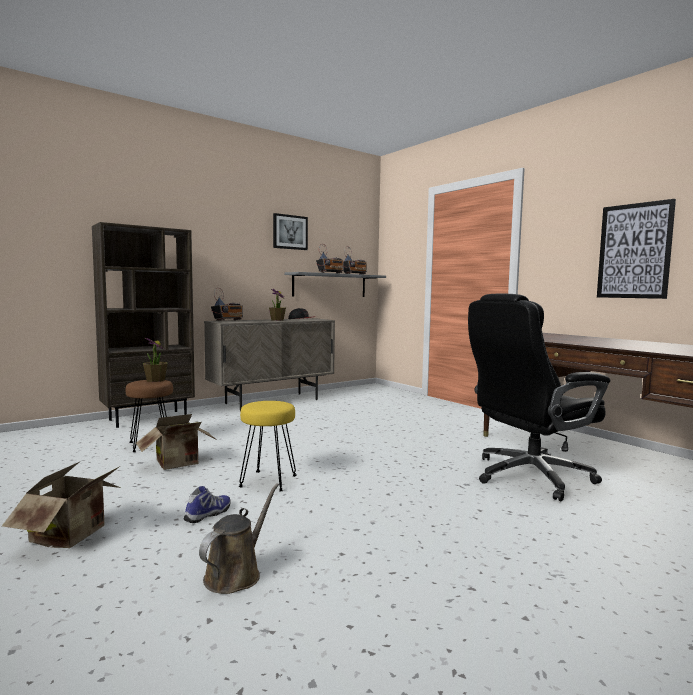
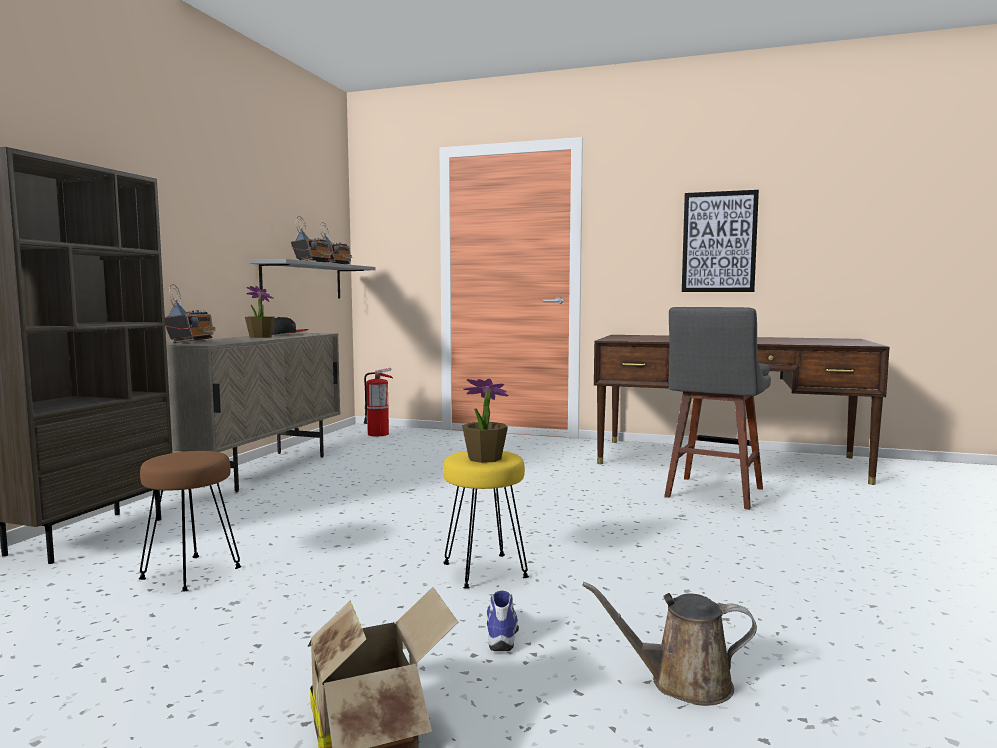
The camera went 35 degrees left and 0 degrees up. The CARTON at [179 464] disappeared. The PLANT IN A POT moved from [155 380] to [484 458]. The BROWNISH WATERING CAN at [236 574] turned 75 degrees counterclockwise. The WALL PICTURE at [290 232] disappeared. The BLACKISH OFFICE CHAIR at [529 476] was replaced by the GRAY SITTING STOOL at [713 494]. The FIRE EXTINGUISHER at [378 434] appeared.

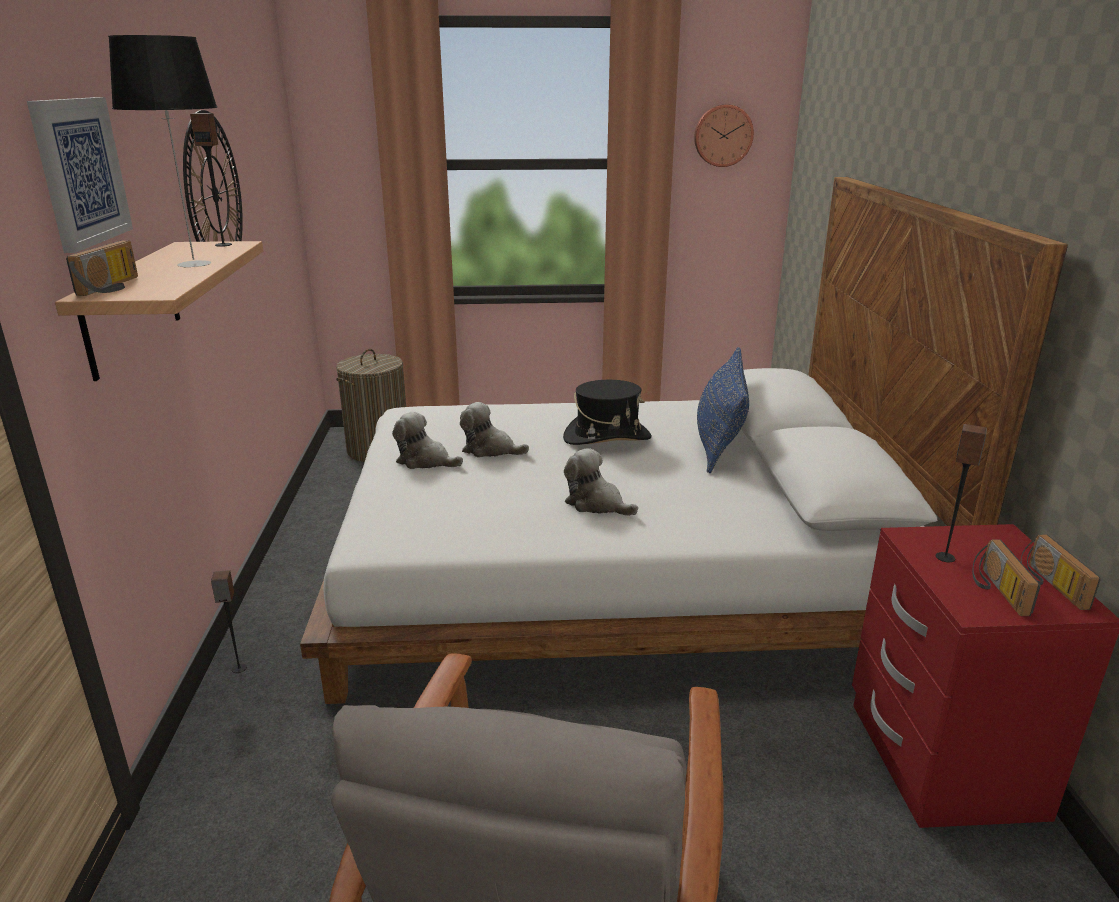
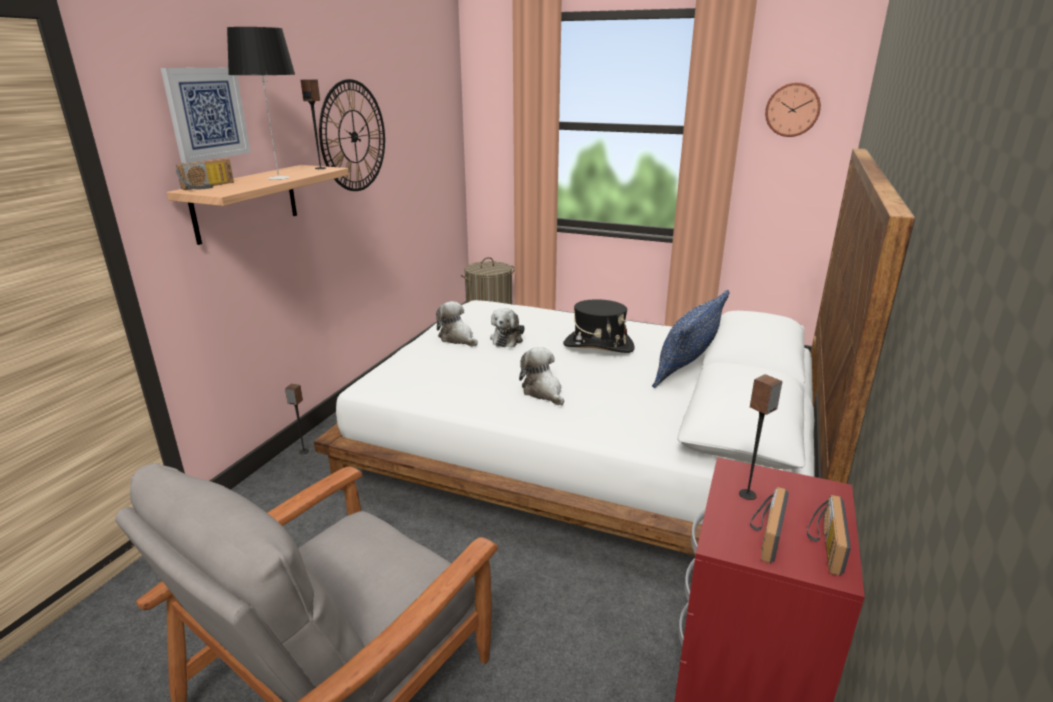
The camera went 25 degrees right and 0 degrees up. The SOFT TOY at [490 449] turned 120 degrees counterclockwise.

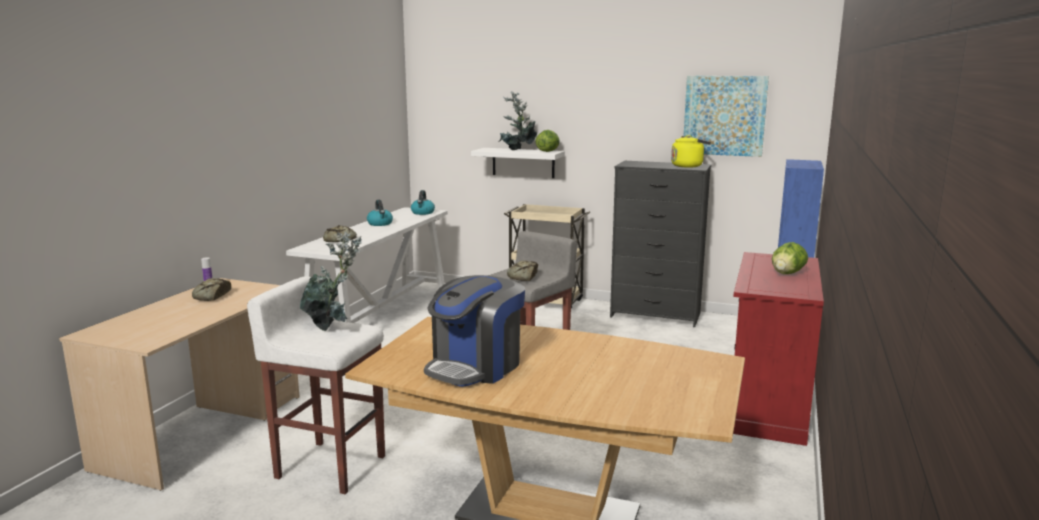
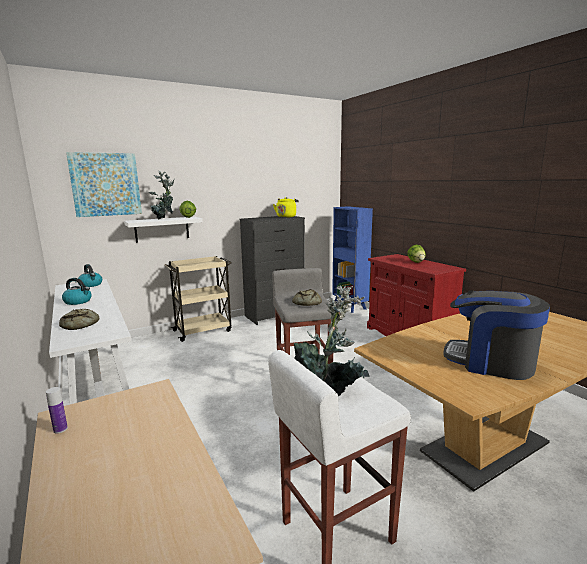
The camera went 50 degrees left and 0 degrees up. The BREAD at [211 296] disappeared. The COFFEE BREWER at [475 367] turned 135 degrees clockwise. The WALL PICTURE moved from [724 115] to [105 184].

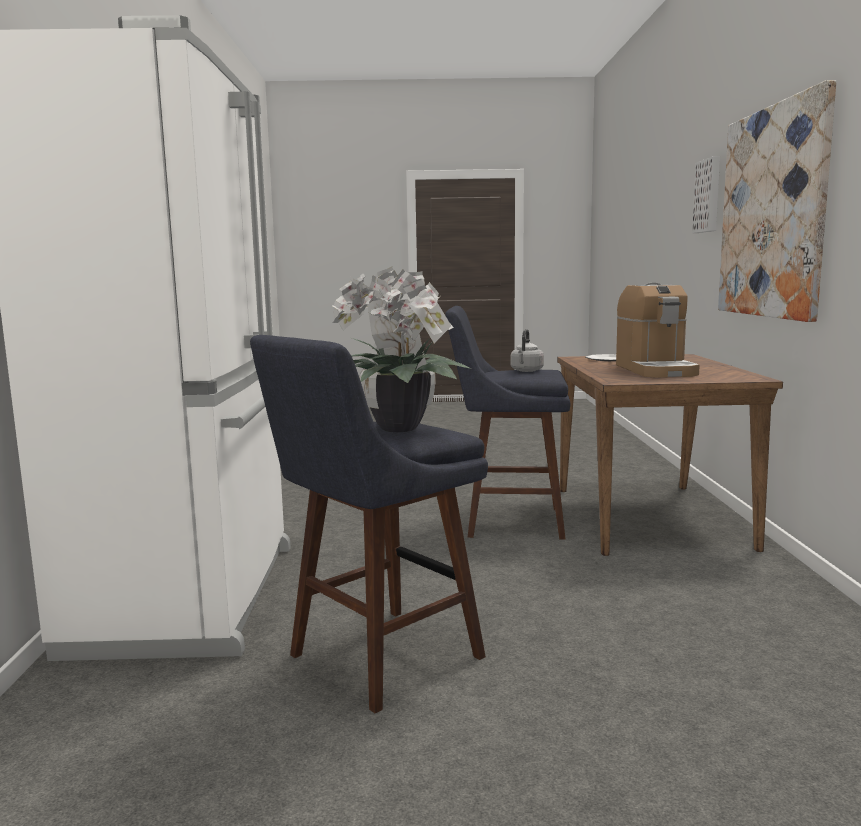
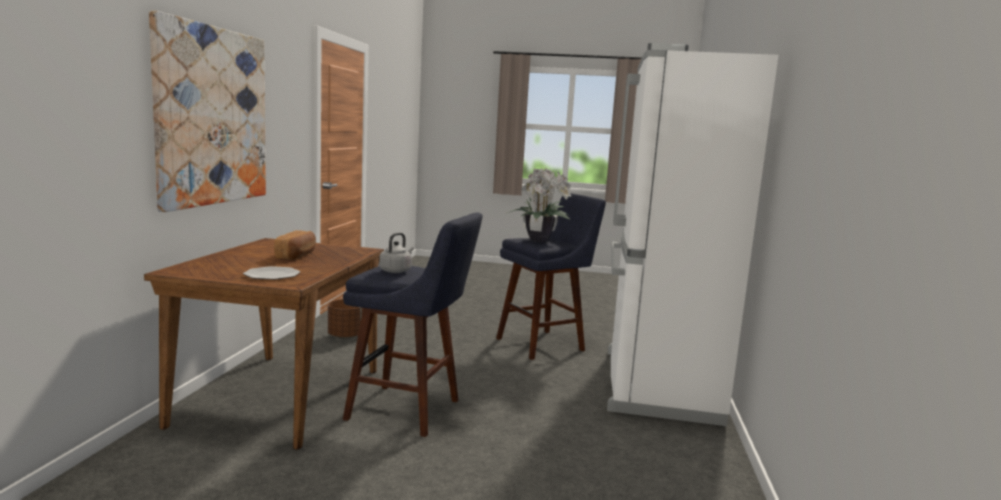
The camera went 170 degrees left and 0 degrees up. The COFFEE BREWER at [655 370] was replaced by the BREAD at [297 255]. The WALL PICTURE at [709 196] disappeared. The BROWNISH PLANT POT at [346 336] appeared.

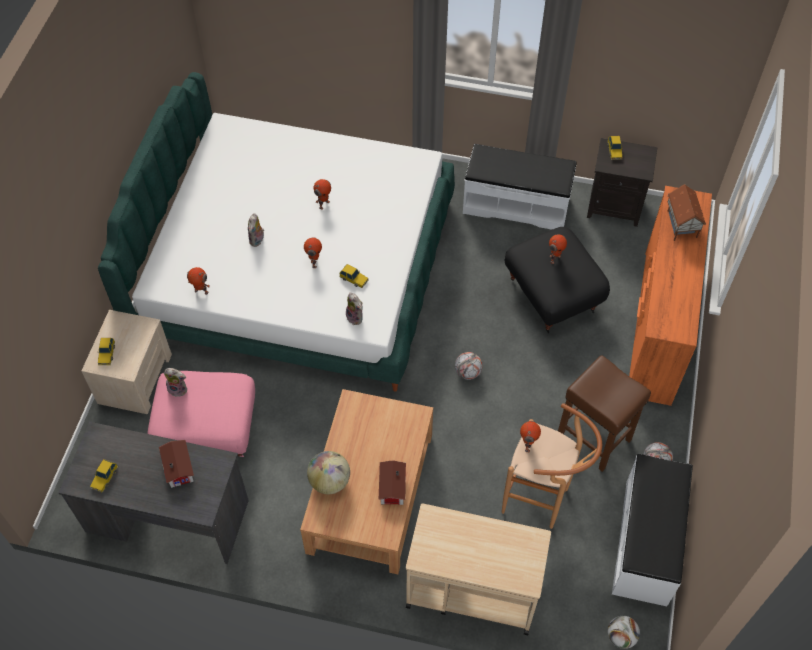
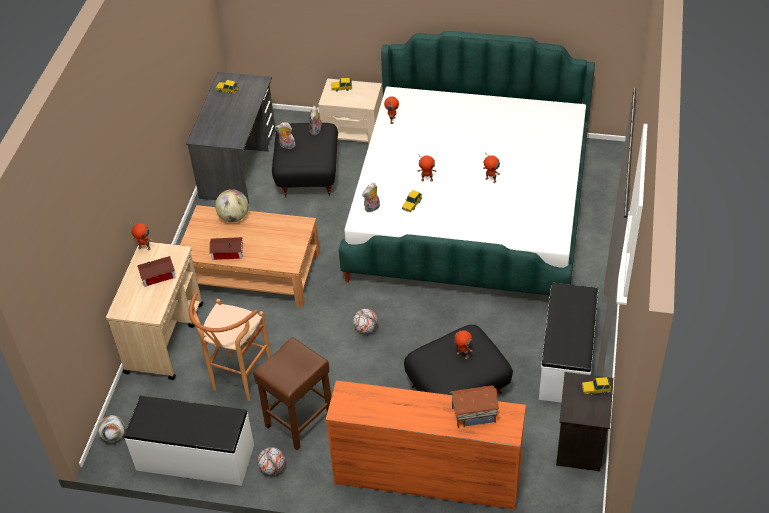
The camera went 90 degrees right and 10 degrees down. The PINK-COLOURED FOOTREST at [207 431] became the BLACKISH FOOTREST at [307 175]. The TOY HOUSE moved from [179 466] to [159 276]. The SOFT TOY moved from [257 240] to [286 146]. The MODEL ROBOT moved from [527 445] to [144 247].

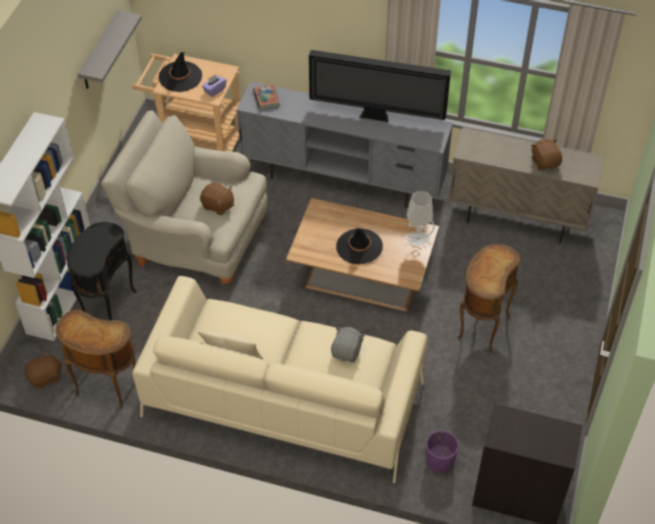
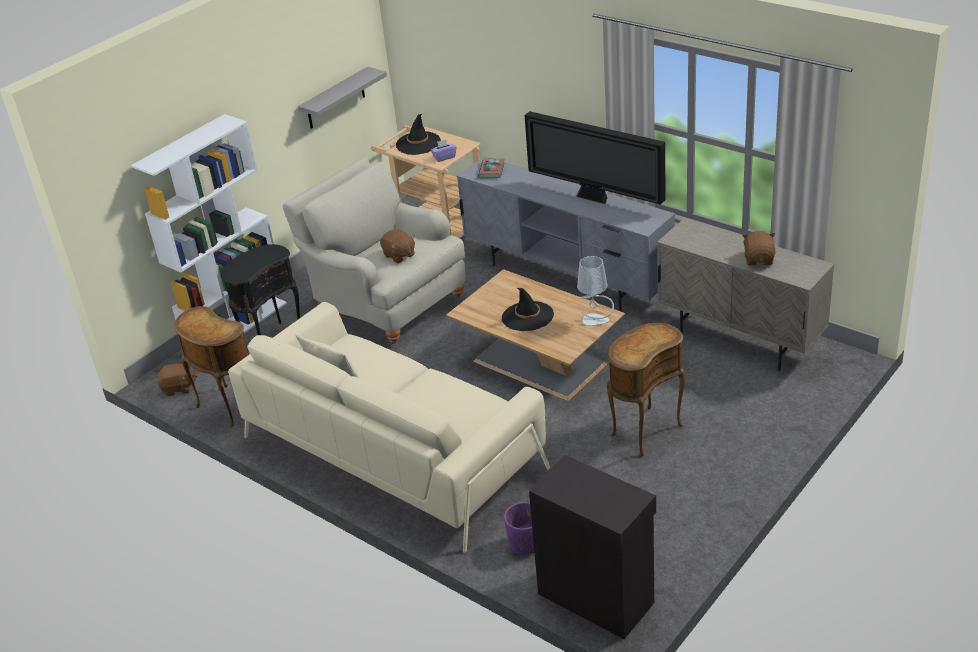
The camera went 25 degrees right and 15 degrees down. The GRAY SOFT TOY at [347 351] disappeared.

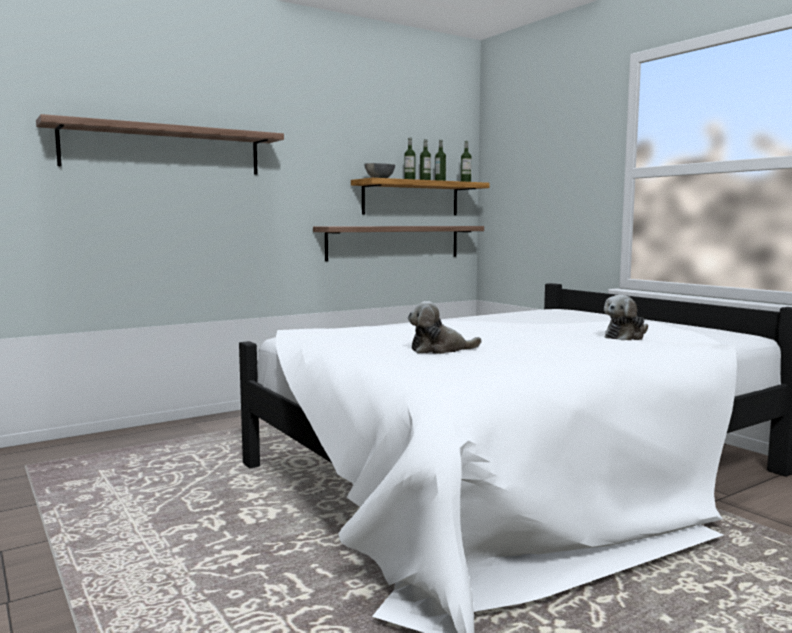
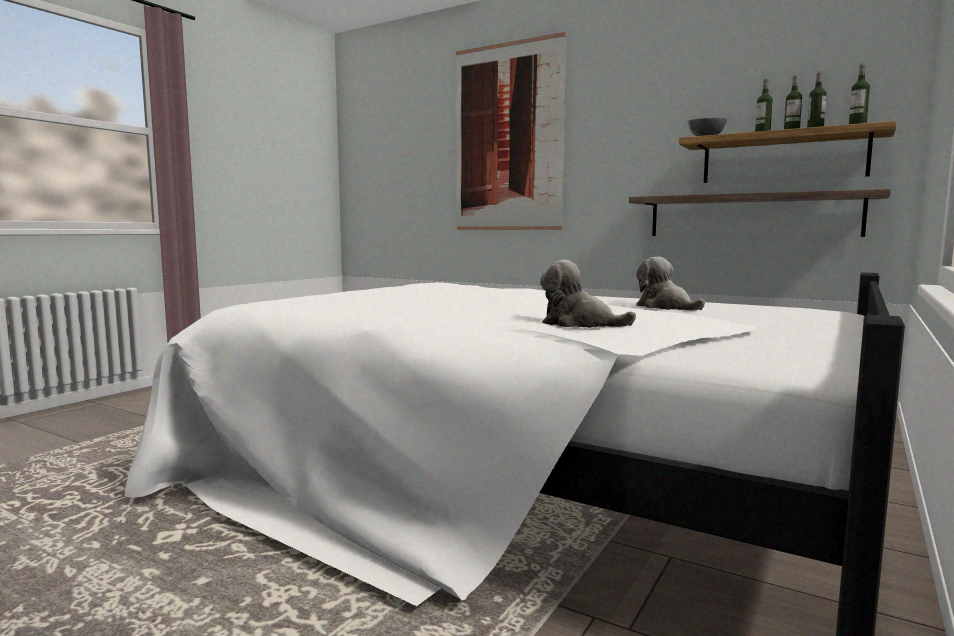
The camera went 65 degrees right and 0 degrees up. The BRACKET SHELF at [164 150] was replaced by the WALL PICTURE at [508 138]. The SOFT TOY moved from [439 350] to [666 307].

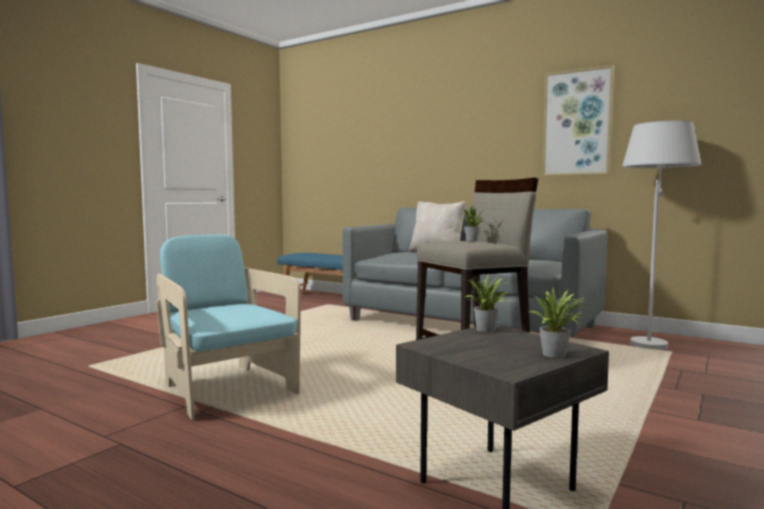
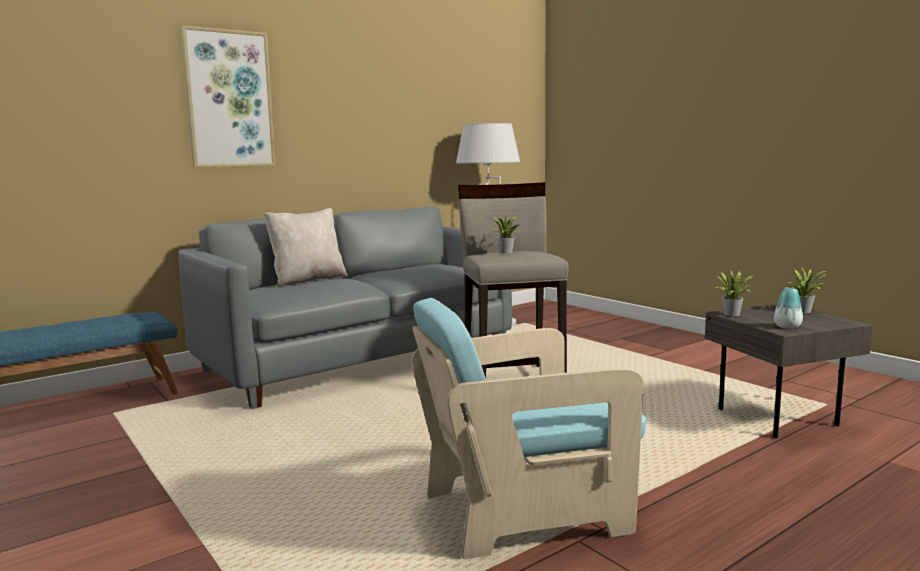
The camera went 70 degrees left and 5 degrees up. The WALL PICTURE moved from [577 123] to [229 99]. The DECORATIVE VASE at [787 327] appeared.

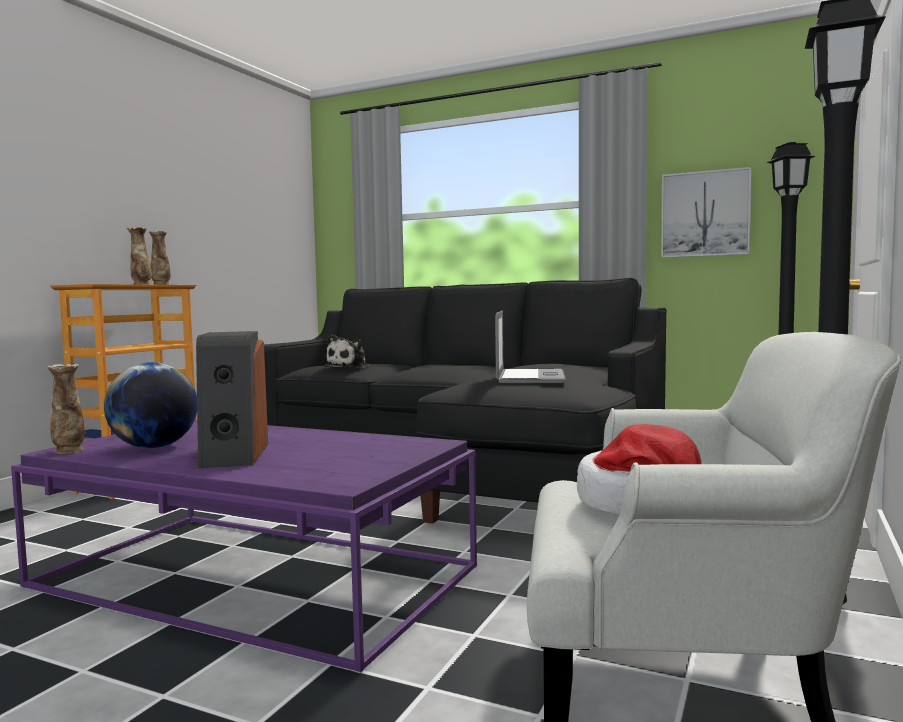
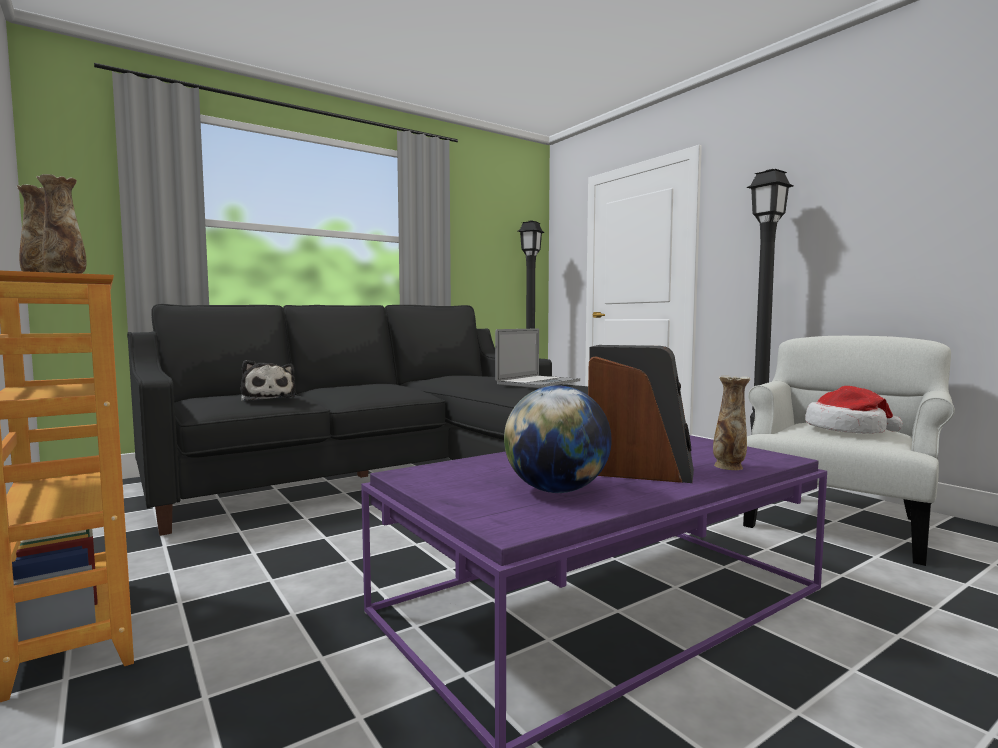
The camera went 60 degrees left and 0 degrees up. The DECORATIVE VASE moved from [69 451] to [729 467]. The NOTEBOOK COMPUTER at [530 377] turned 90 degrees clockwise. The WALL PICTURE at [705 214] disappeared.

